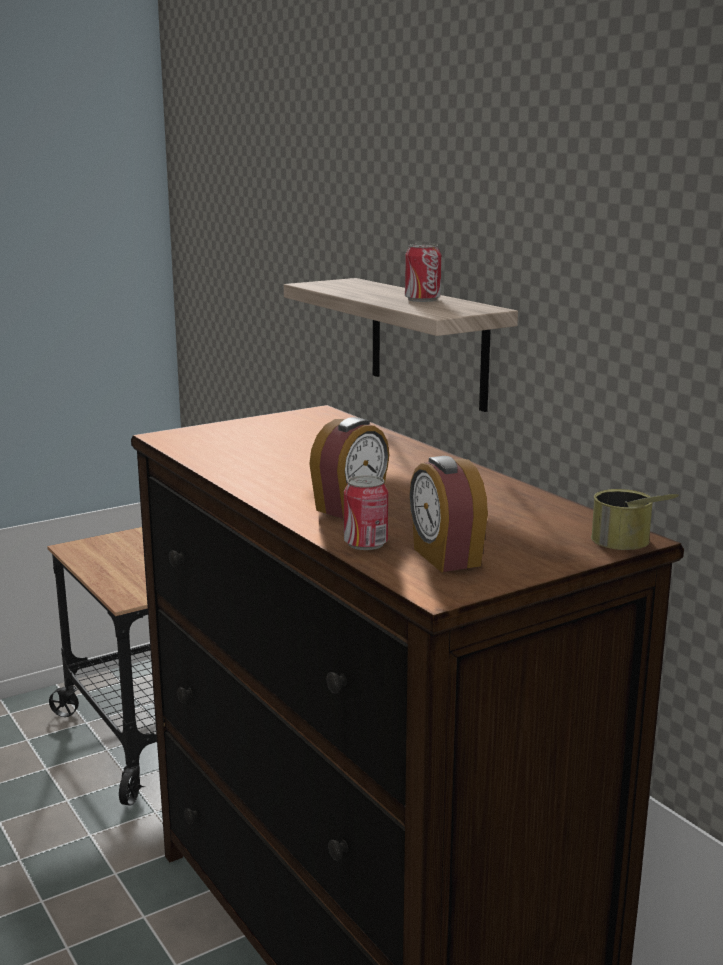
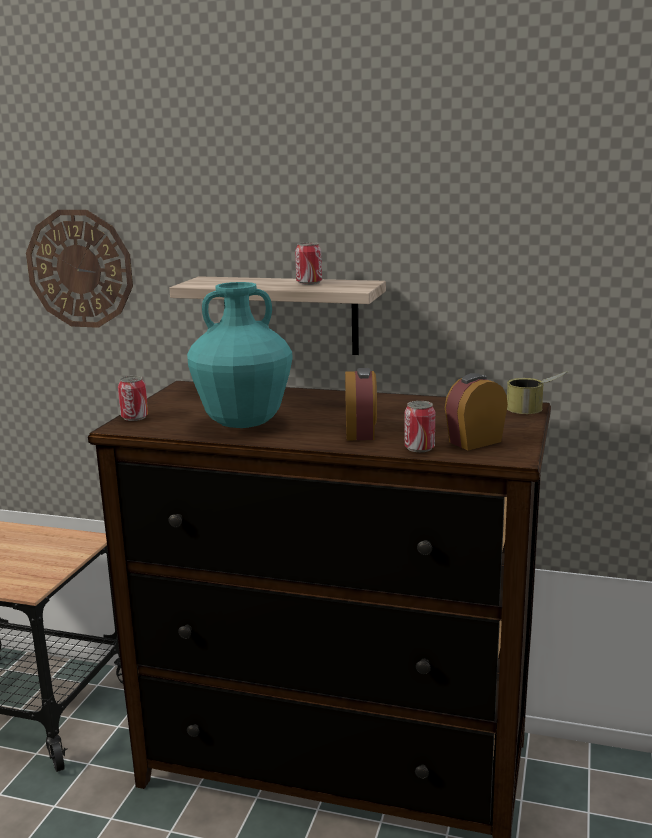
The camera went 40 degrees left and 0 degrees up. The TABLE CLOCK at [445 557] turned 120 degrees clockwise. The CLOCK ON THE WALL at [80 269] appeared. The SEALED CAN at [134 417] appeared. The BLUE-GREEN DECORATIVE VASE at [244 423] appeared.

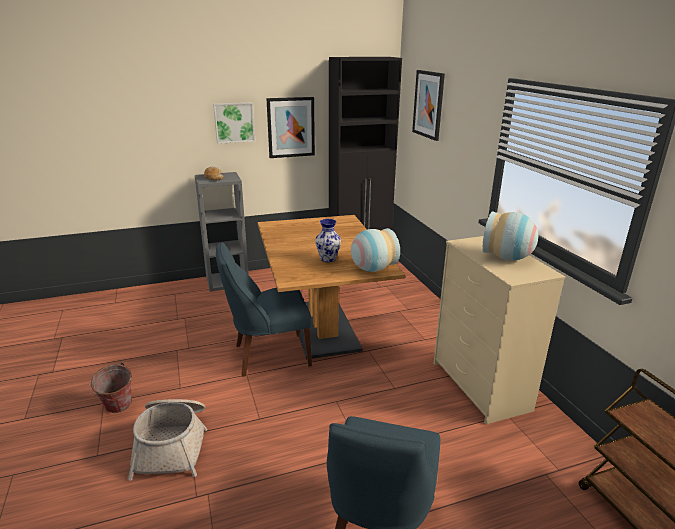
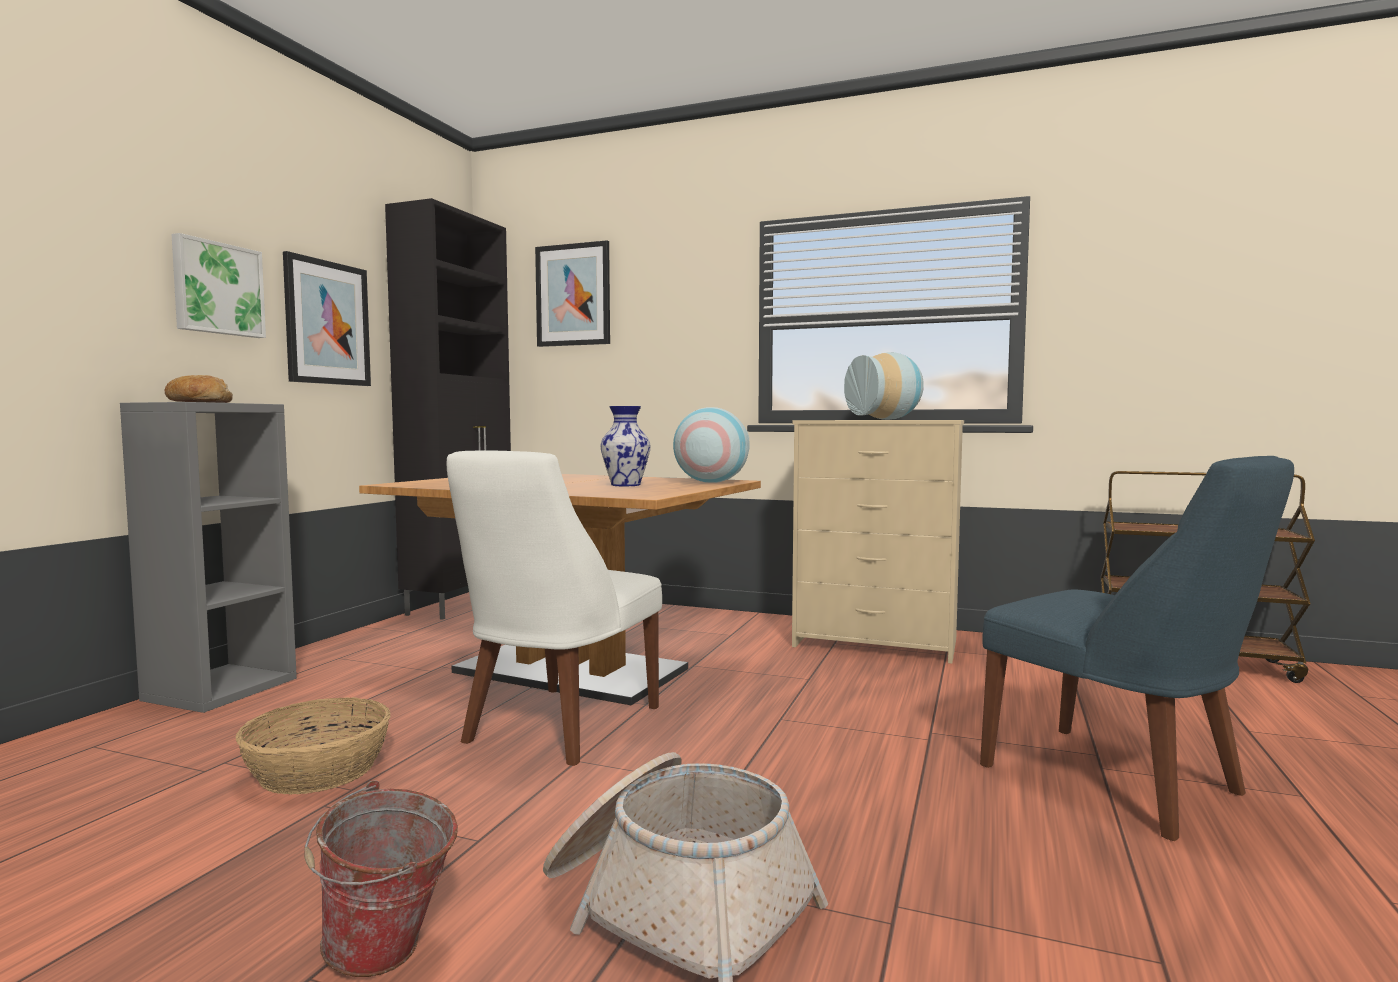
The camera went 50 degrees left and 20 degrees down. The BLUE UPRIGHT CHAIR at [268 355] became the WHITE-COLOURED UPRIGHT CHAIR at [557 727]. The HOUSEHOLD BASKET at [317 770] appeared.

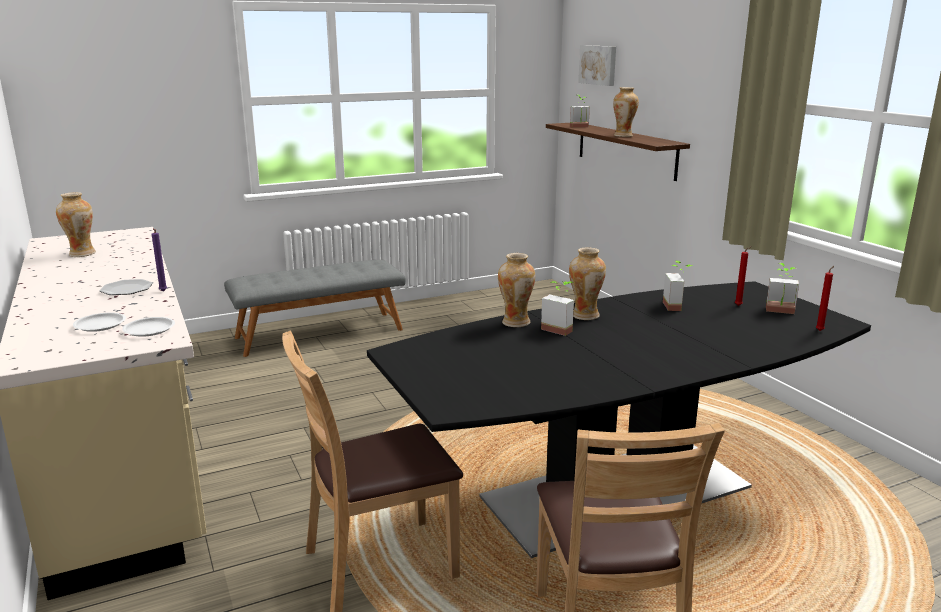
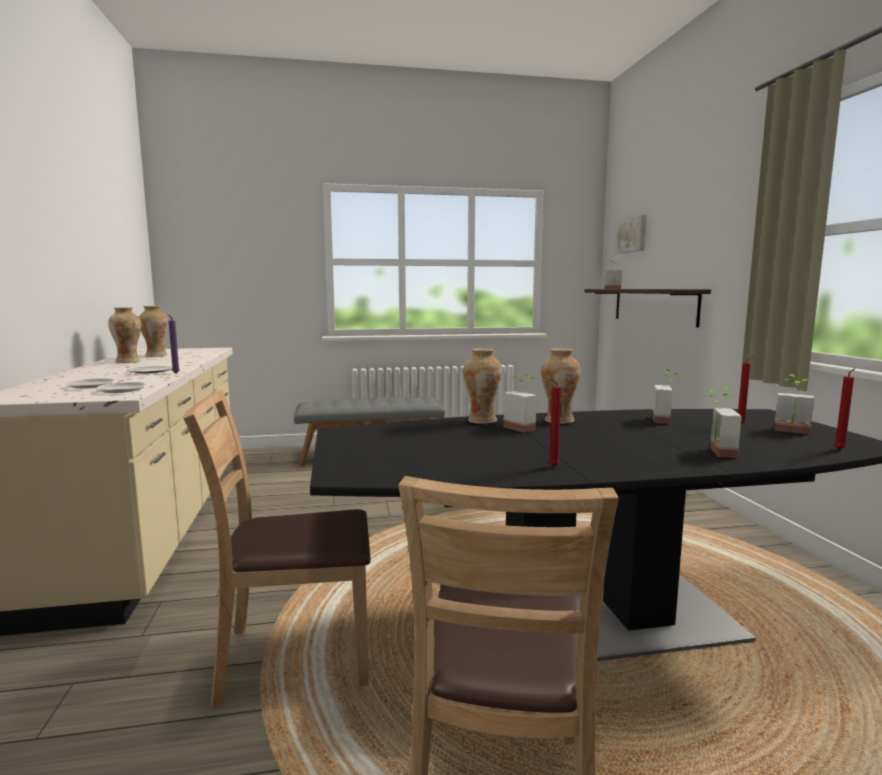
The camera went 15 degrees right and 10 degrees down. The DECORATIVE VASE moved from [623 136] to [128 362]. The RED-COLOURED WAX LIGHT at [552 467] appeared. The PLANT IN A POT at [715 452] appeared.

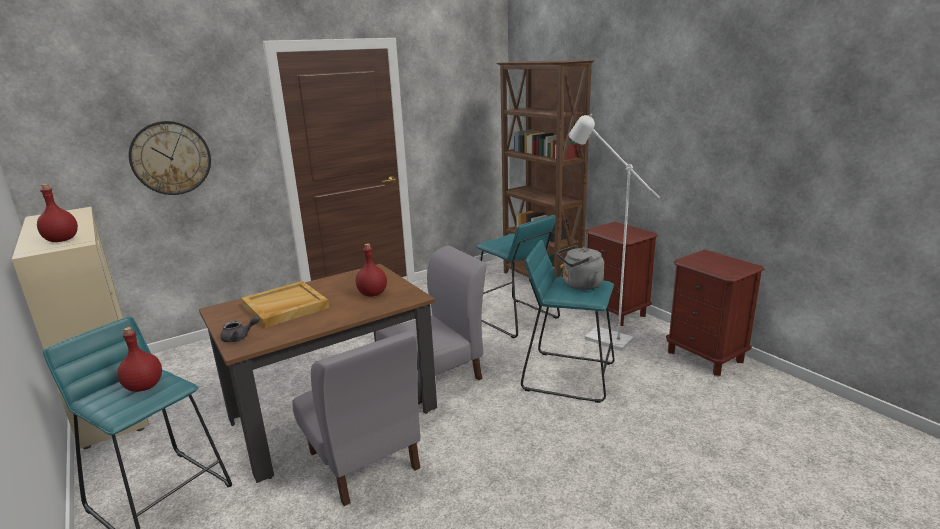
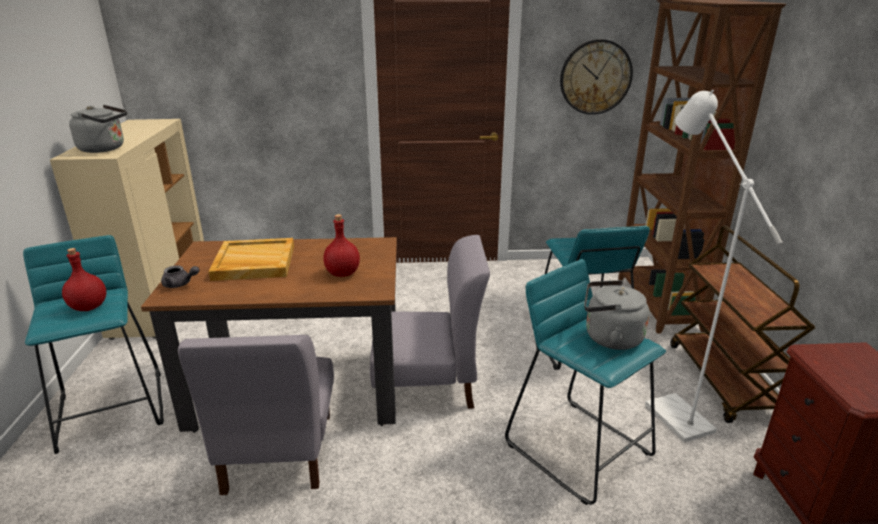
The camera went 30 degrees right and 5 degrees up. The RED-COLOURED DRINK BOTTLE at [62 240] was replaced by the GRAY TEA KETTLE at [105 149]. The CLOCK ON THE WALL moved from [170 158] to [595 77]. The BROWNISH NIGHT TABLE at [615 312] was replaced by the BROWNISH CART at [723 381].

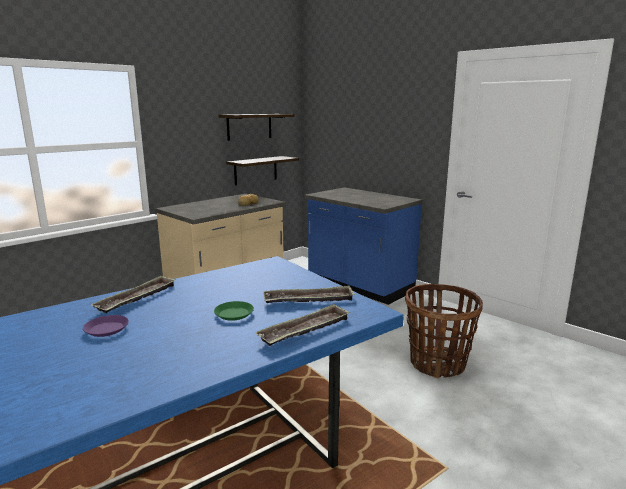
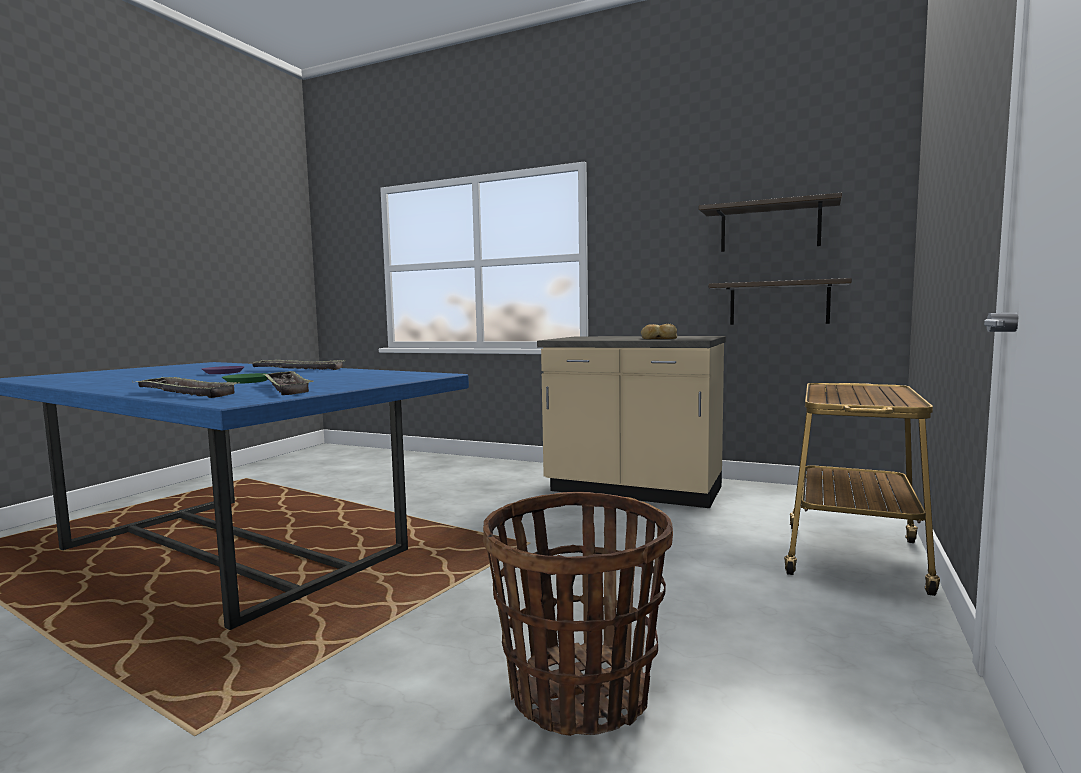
The camera went 70 degrees right and 10 degrees down. The BLUE KITCHEN COUNTER at [359 286] was replaced by the CART at [853 559].

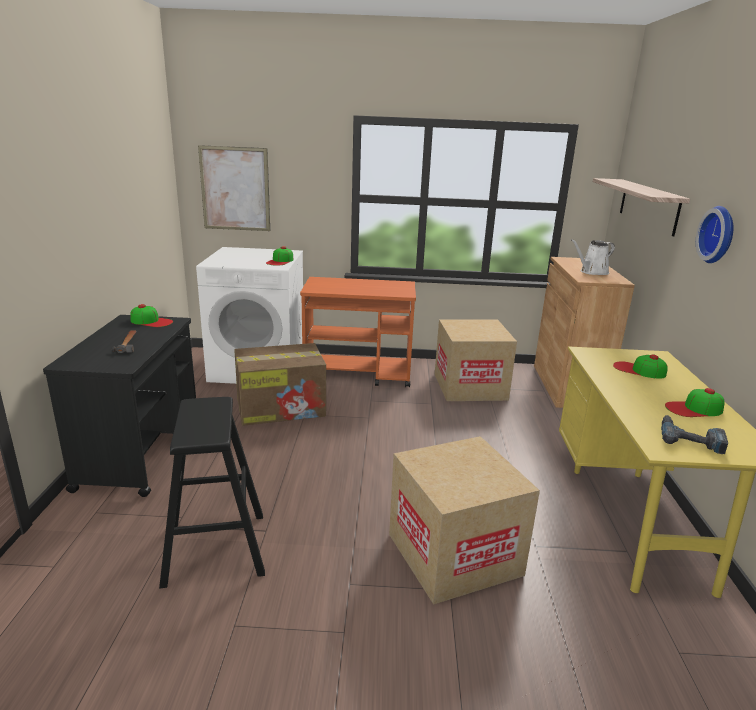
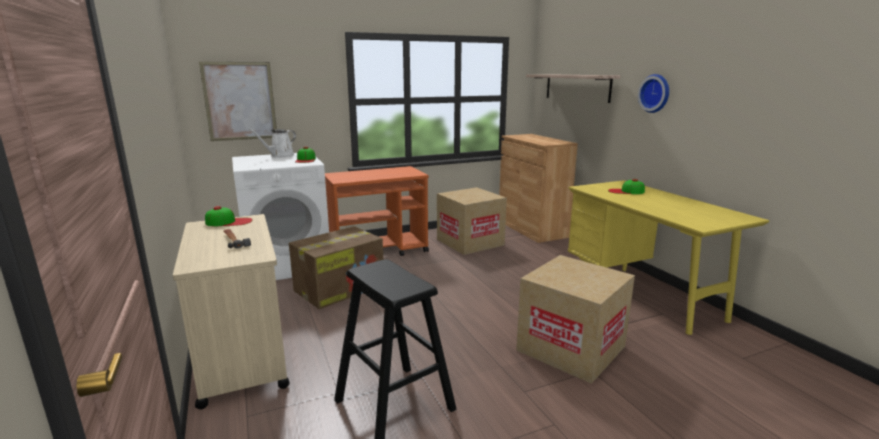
The camera went 25 degrees left and 5 degrees down. The BLACKISH CART at [141 452] became the SAND-COLOURED CART at [242 355]. The WHITE-COLOURED WATERING CAN moved from [592 272] to [280 156]. The DRILL at [690 439] disappeared. The BASEBALL CAP at [694 409] disappeared.

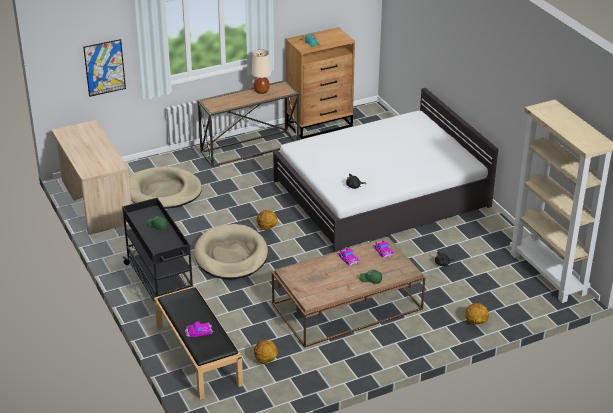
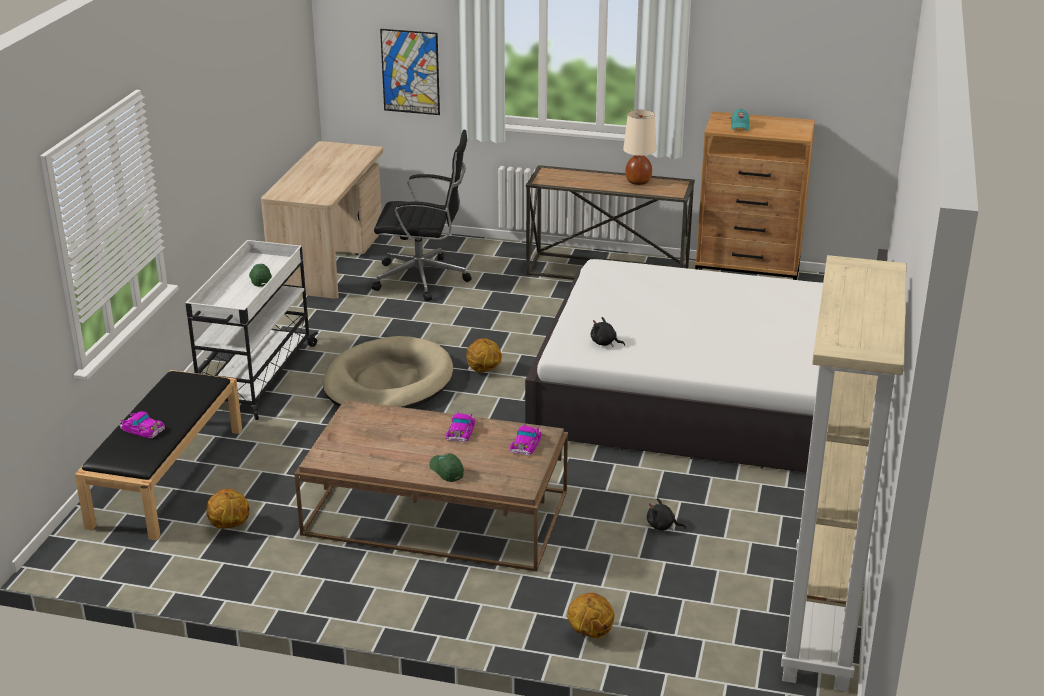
The camera went 40 degrees right and 5 degrees down. The BLACKISH CART at [161 285] became the WHITE-COLOURED CART at [256 378]. The SAND-COLOURED PET BED at [163 192] was replaced by the BLACKISH OFFICE CHAIR at [424 279].

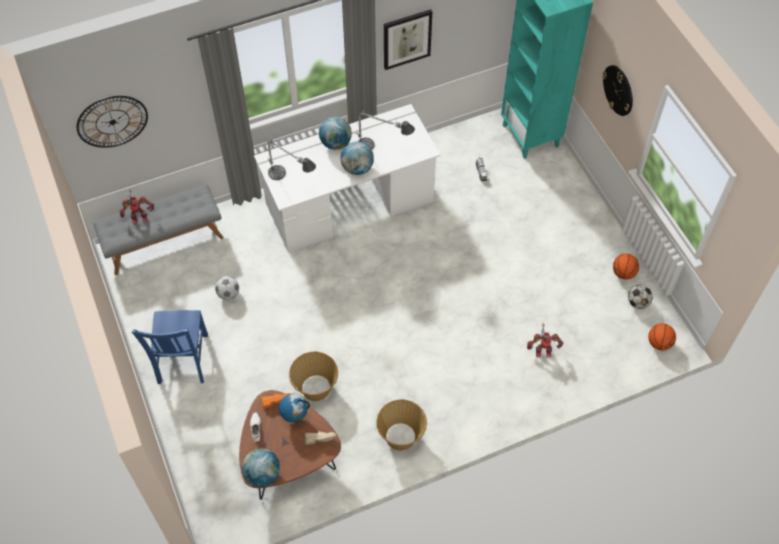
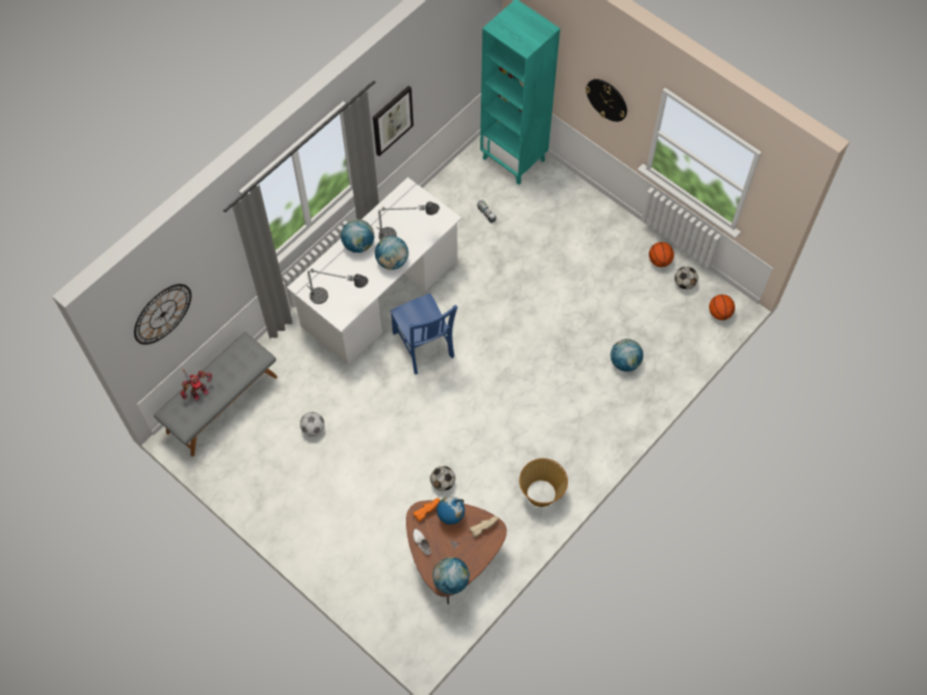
The camera went 25 degrees left and 5 degrees up. The BLUE UPRIGHT CHAIR moved from [182 361] to [424 346]. The HOUSEHOLD BASKET at [315 388] was replaced by the FOOTBALL BALL at [442 483]. The MODEL ROBOT at [543 351] was replaced by the GLOBE at [625 362].

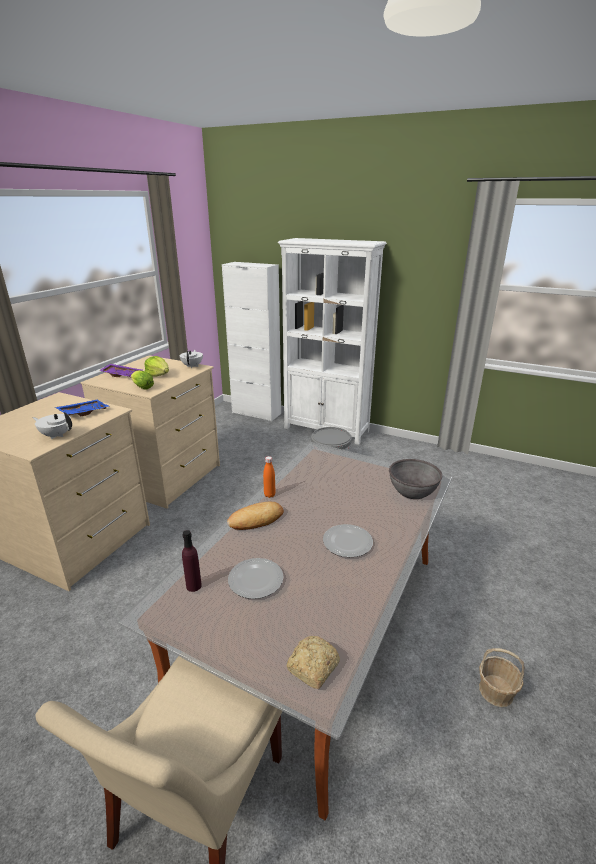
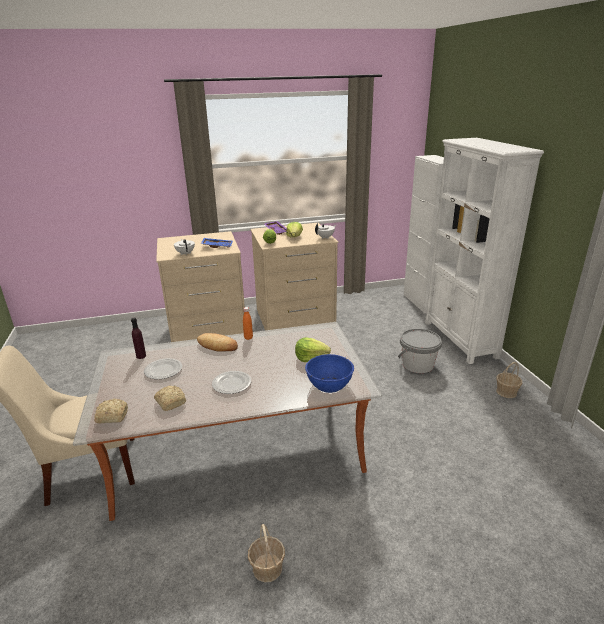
The camera went 50 degrees right and 0 degrees up. The GRAY SERVING BOWL at [412 491] became the BLUE SERVING BOWL at [329 385]. The BREAD at [171 402] appeared. The LETTUCE at [311 357] appeared. The HOUSEHOLD BASKET at [506 392] appeared.

